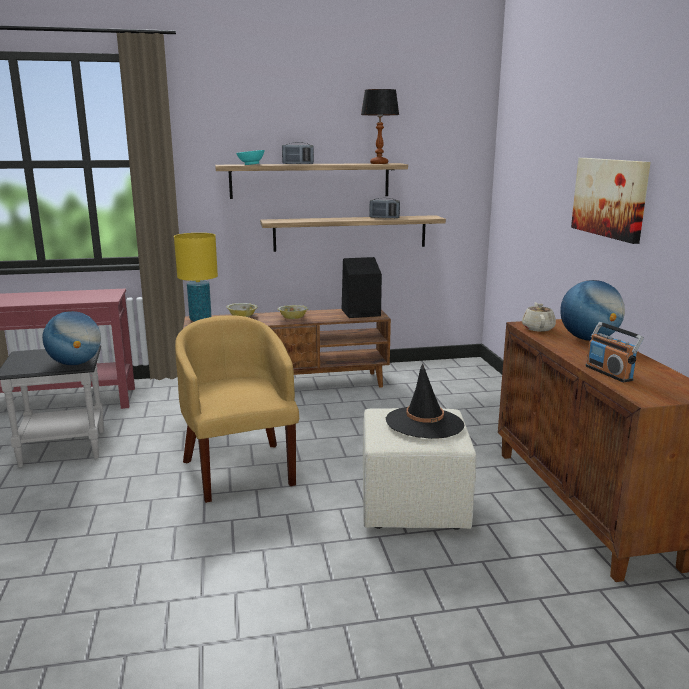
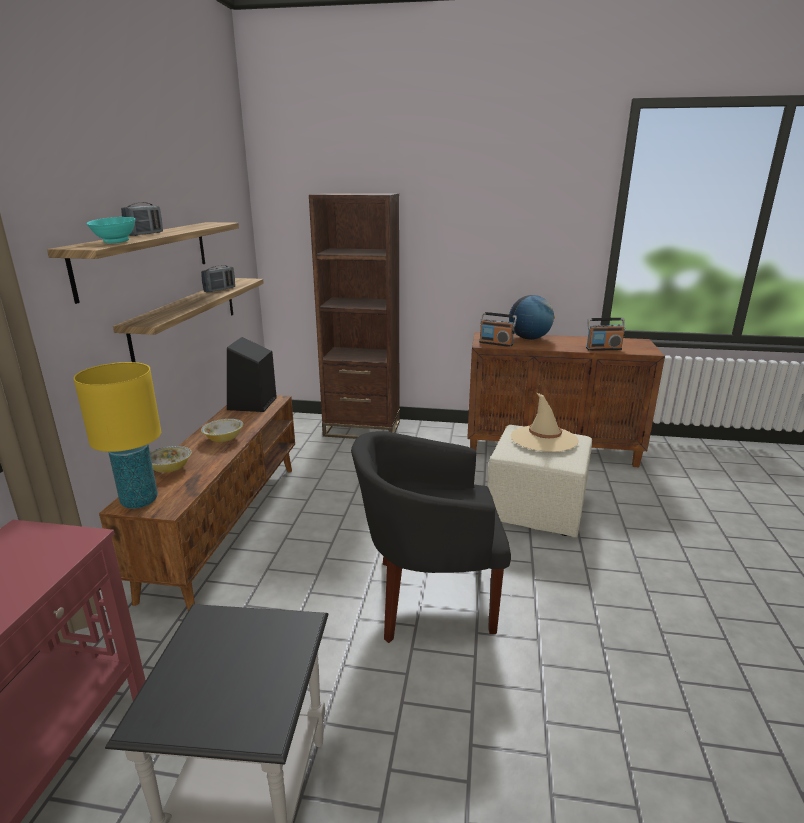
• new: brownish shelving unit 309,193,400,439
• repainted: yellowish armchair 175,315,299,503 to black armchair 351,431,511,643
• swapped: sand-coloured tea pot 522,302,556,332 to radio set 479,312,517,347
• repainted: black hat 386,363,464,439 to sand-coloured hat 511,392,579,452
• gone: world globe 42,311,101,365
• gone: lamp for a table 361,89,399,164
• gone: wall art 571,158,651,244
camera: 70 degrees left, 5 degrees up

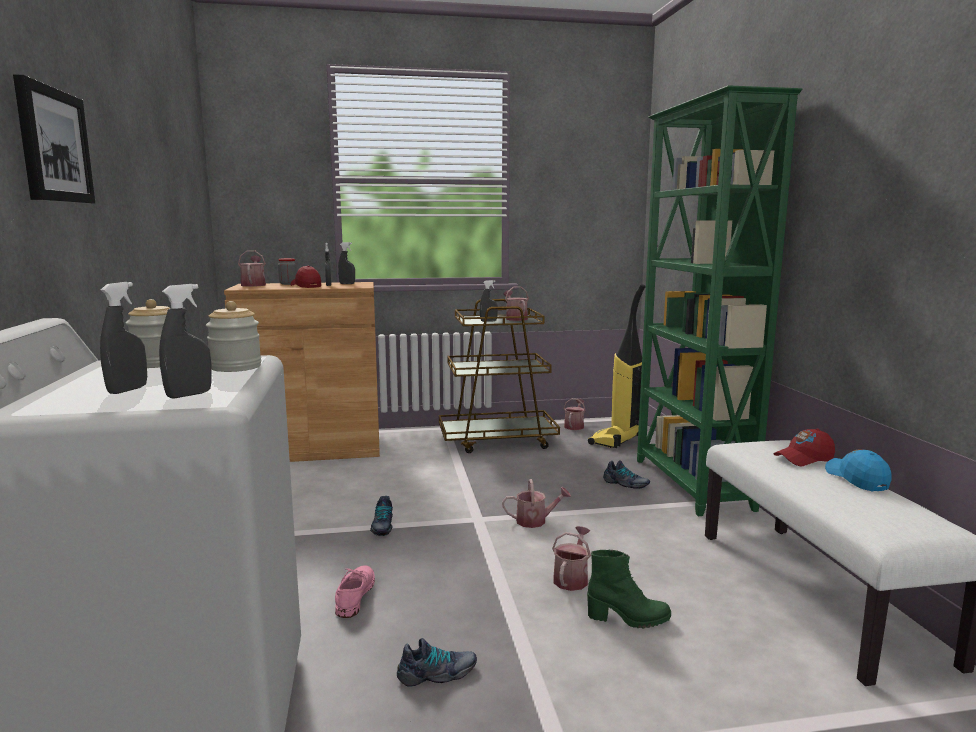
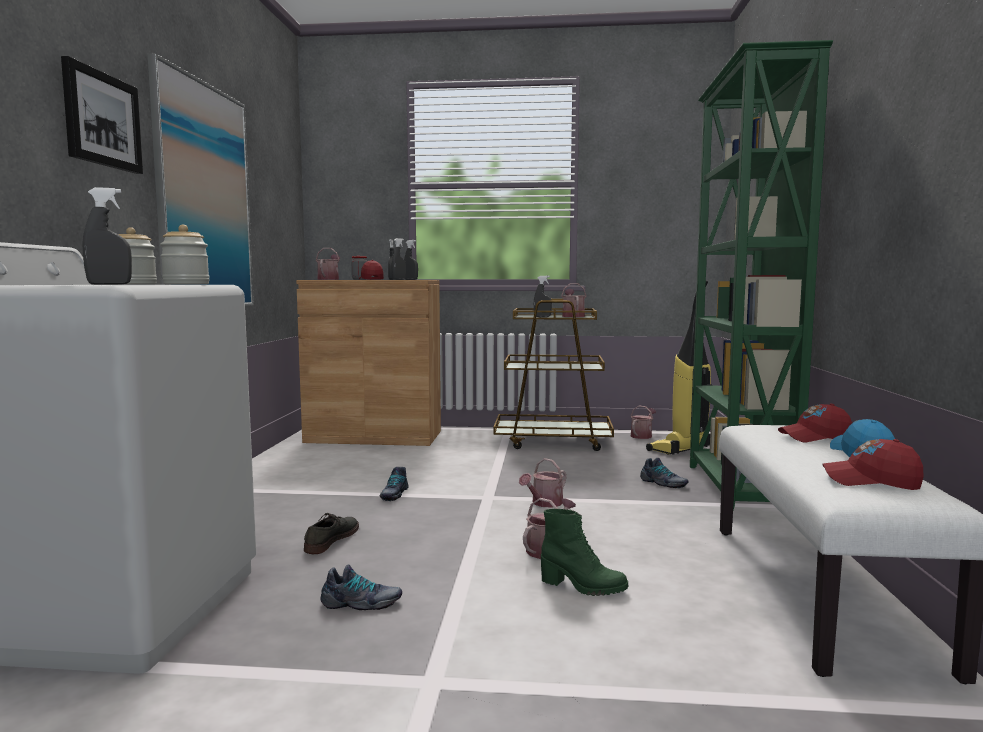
• new: wall art 147,53,254,306
• repainted: pinkish low shoe 335,565,375,618 to greyish low shoe 304,513,359,554
• shifted: greyish hand sprayer 100,282,147,394 to 392,238,406,280
• rotated: watering pot 502,479,571,528 = 519,458,566,508 120 degrees clockwise
• new: red-coloured baseball cap 822,439,923,490
camera: 15 degrees right, 5 degrees down

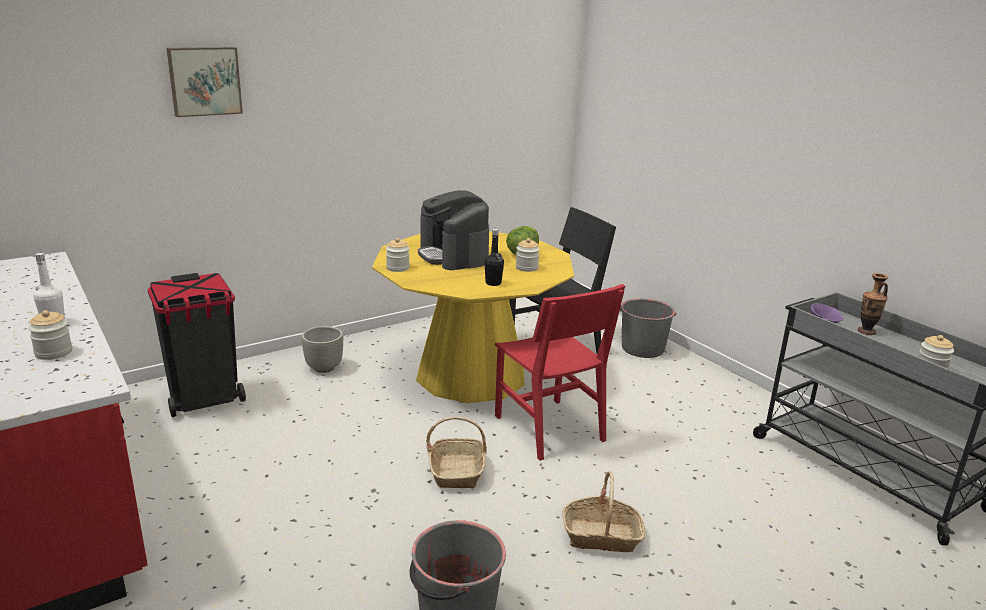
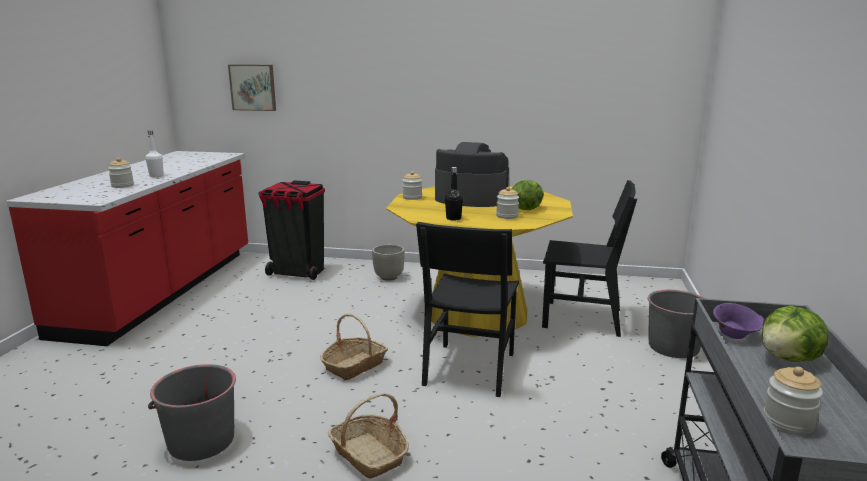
• shifted: wall art 167,47,243,117 to 228,64,276,111
• repainted: red-coloured upright chair 495,284,625,461 to black upright chair 416,222,519,397
• rotated: coffee brewer 418,190,489,270 = 435,142,509,207 90 degrees clockwise
• swapped: flower vase 858,273,888,335 to lettuce head 762,306,829,362
camera: 45 degrees right, 5 degrees down

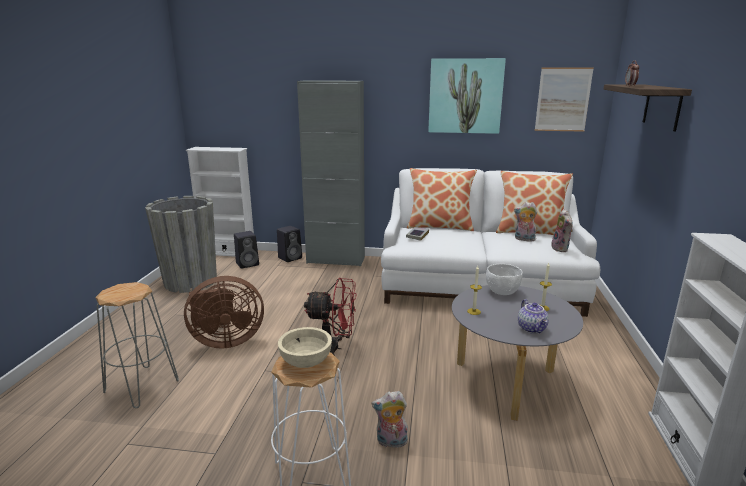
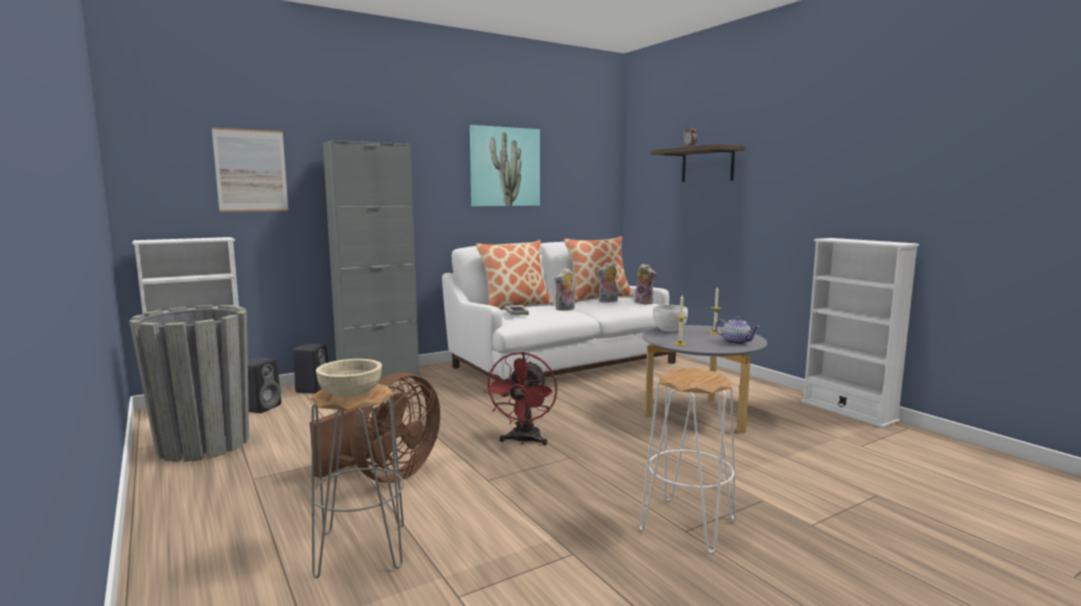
• shifted: wall art 535,67,594,132 to 212,128,289,212
• shifted: sand-coloured serving bowl 278,327,332,368 to 316,359,382,398
• rotated: red-coloured cooling fan 304,277,357,356 = 484,352,557,446 135 degrees clockwise
• shifted: cuddly toy 371,391,408,448 to 554,268,575,311
camera: 40 degrees left, 10 degrees down

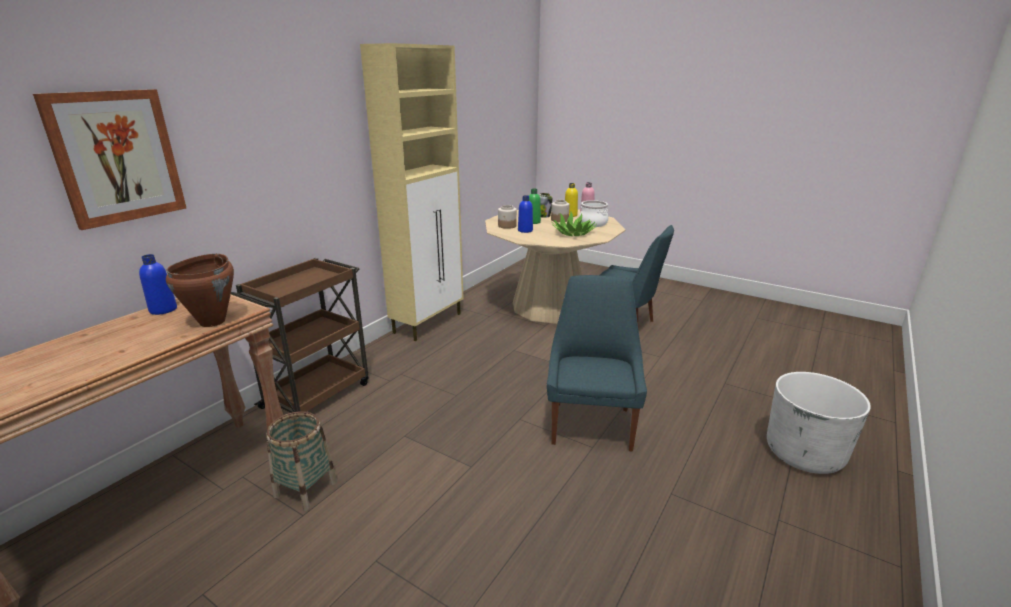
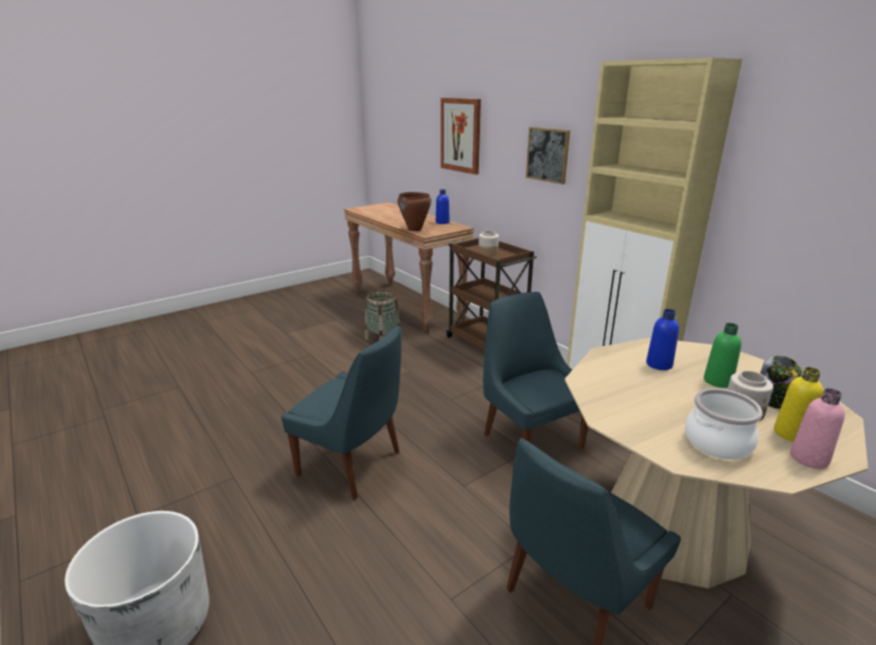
• shifted: storage jar 498,205,517,229 to 478,231,499,256
• new: blue-coloured upright chair 483,292,588,449
• new: wall art 526,127,570,184
• gone: potted plant 552,212,597,236
camera: 110 degrees right, 0 degrees up

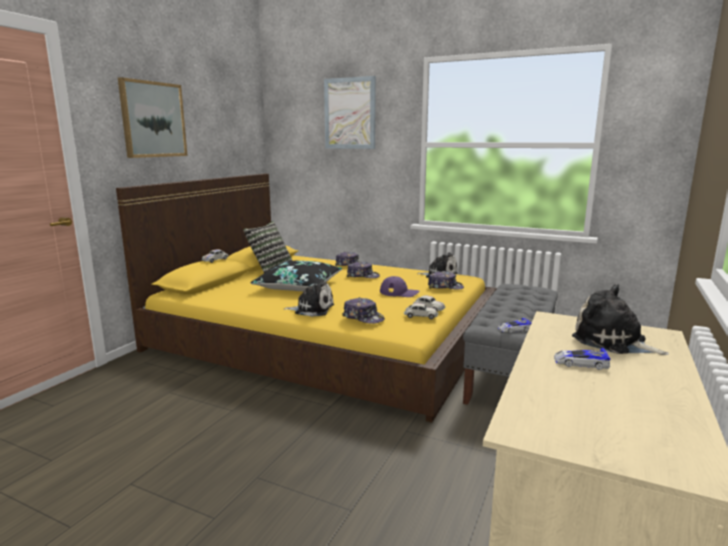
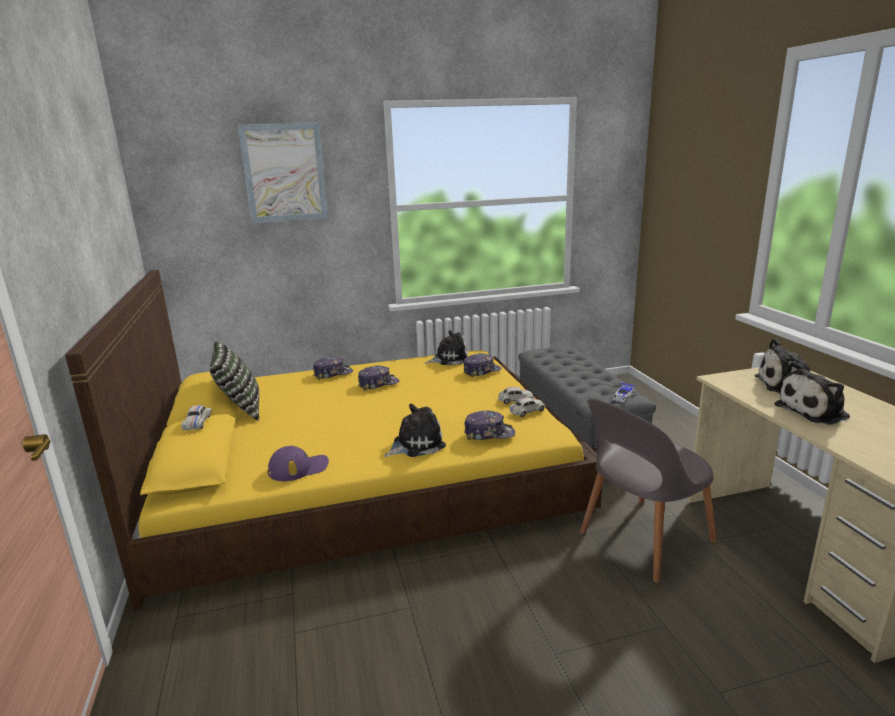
• shifted: purple-coloured baseball cap 380,276,419,297 to 268,446,329,481
• new: greyish upright chair 580,399,717,583
• swapped: model car 554,348,611,370 to cuddly toy 774,361,850,425
• gone: wall art 118,77,188,158
• gone: black throw pillow 251,261,342,292
camera: 40 degrees left, 5 degrees up

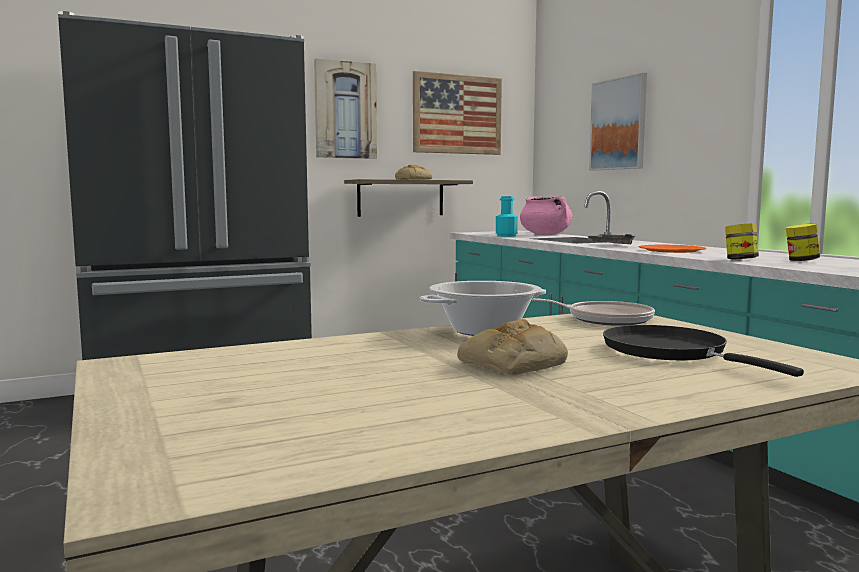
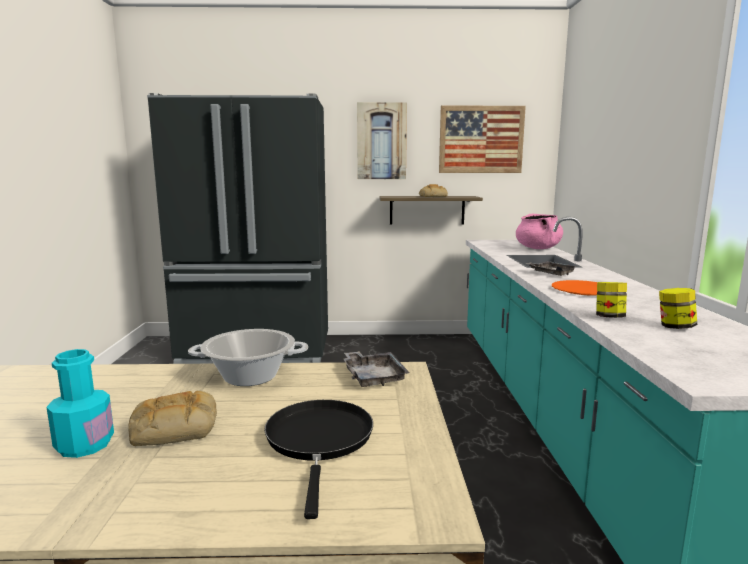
• shifted: turquoise bottle 496,196,518,237 to 46,349,114,458
• swapped: frying pan 532,298,655,326 to greyish tray 343,351,409,387
• gone: wall art 589,73,647,171
camera: 25 degrees right, 5 degrees up

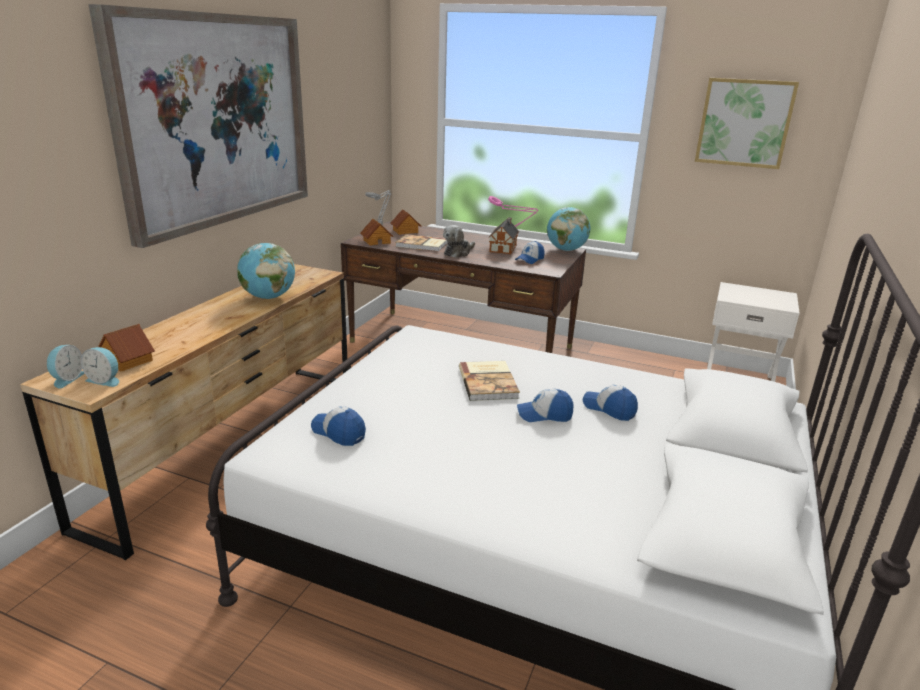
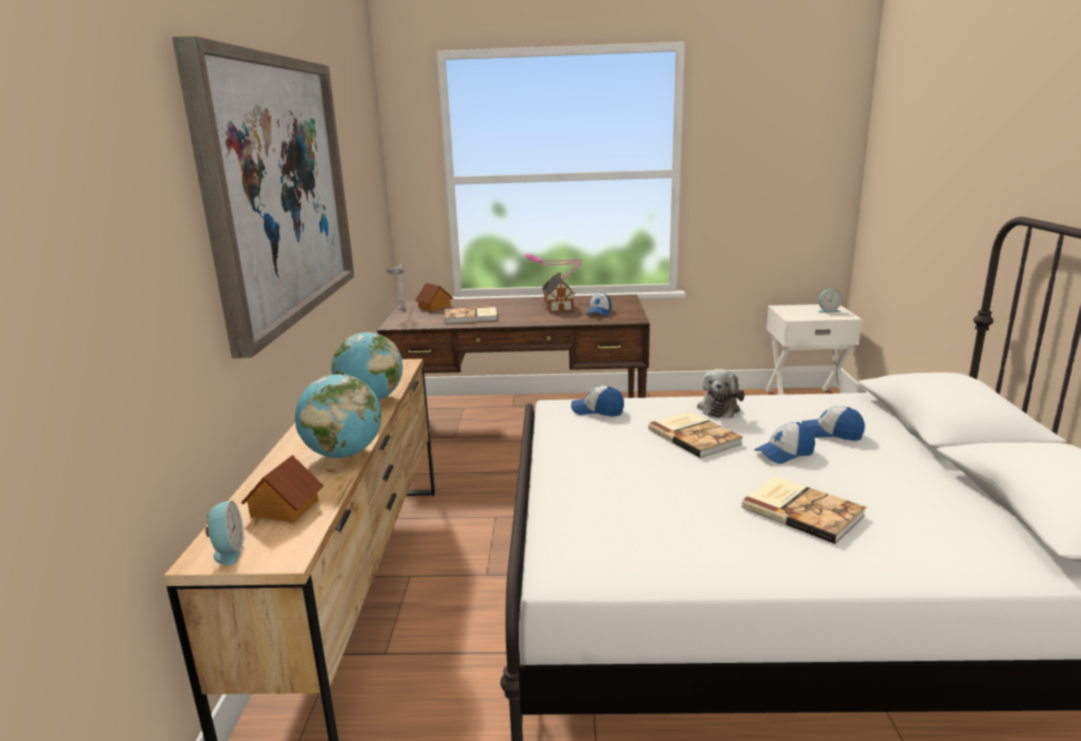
• shifted: world globe 547,207,590,251 to 295,374,381,458
• shifted: baseball cap 311,406,366,446 to 571,386,624,417
• shifted: cuddly toy 443,225,475,258 to 697,369,745,418
• new: book 742,476,866,544
• shifted: table clock 81,347,119,387 to 818,289,842,313
• gone: toy house 360,219,393,246
• gone: wall art 695,78,799,169
camera: 20 degrees left, 5 degrees down

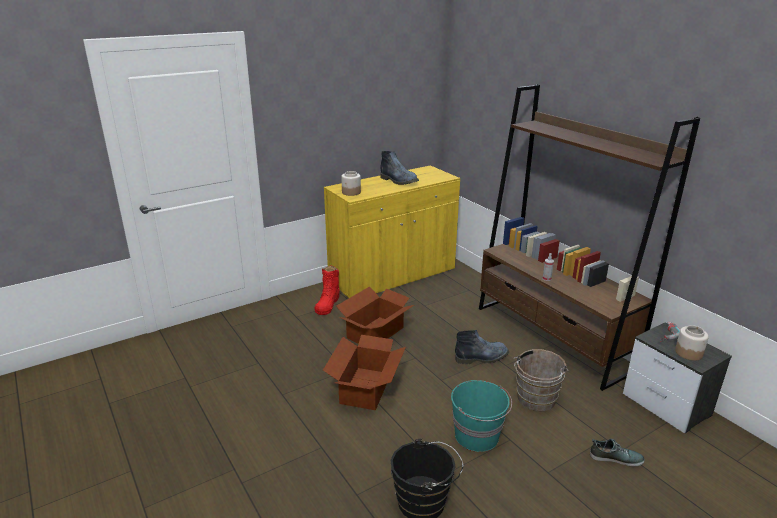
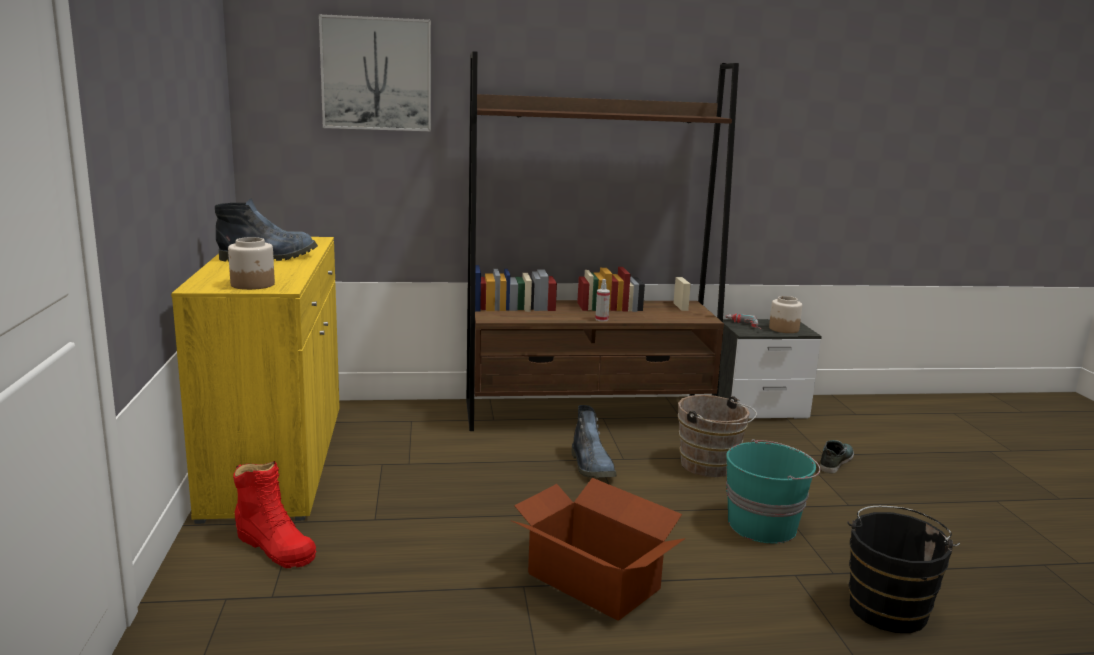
• new: wall art 319,14,431,131
• rotated: tall boot 455,330,509,364 = 571,405,616,478 150 degrees clockwise
• gone: carton 336,286,414,344
camera: 65 degrees left, 10 degrees down

